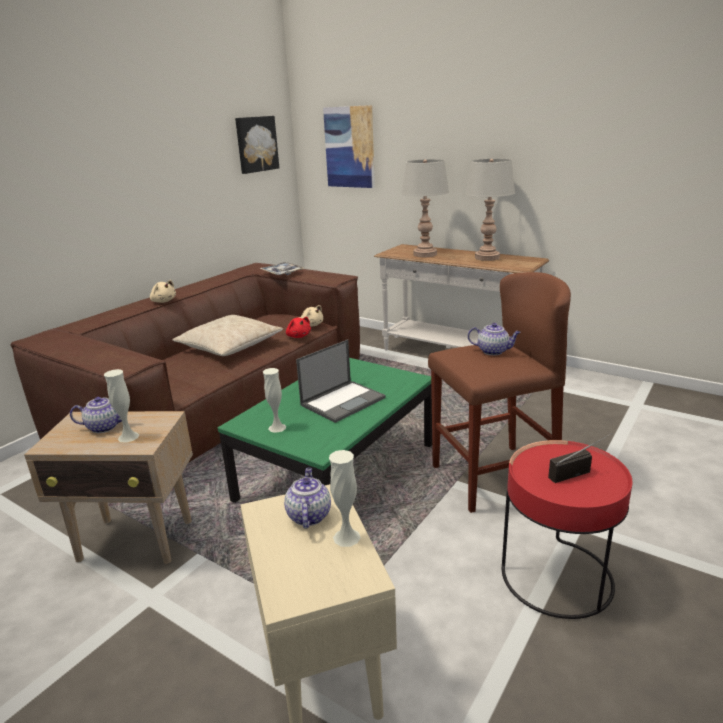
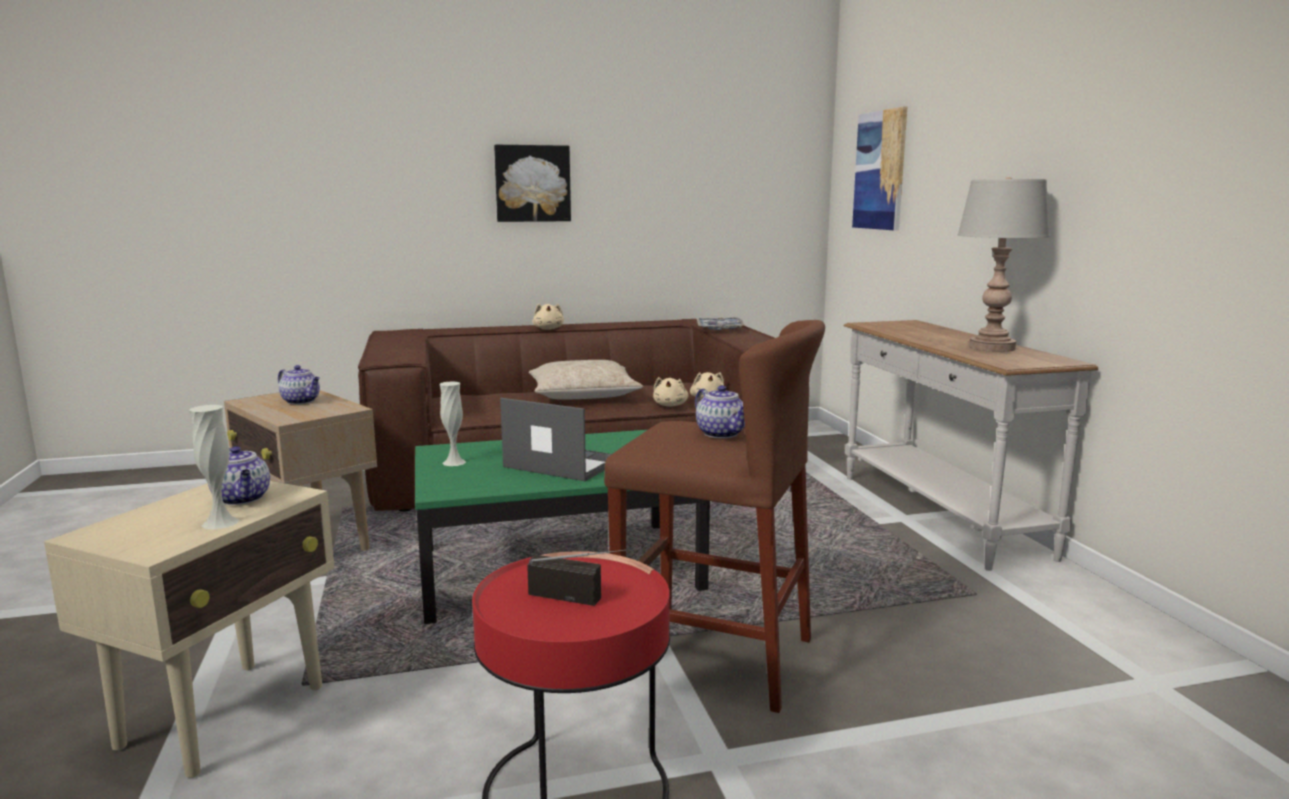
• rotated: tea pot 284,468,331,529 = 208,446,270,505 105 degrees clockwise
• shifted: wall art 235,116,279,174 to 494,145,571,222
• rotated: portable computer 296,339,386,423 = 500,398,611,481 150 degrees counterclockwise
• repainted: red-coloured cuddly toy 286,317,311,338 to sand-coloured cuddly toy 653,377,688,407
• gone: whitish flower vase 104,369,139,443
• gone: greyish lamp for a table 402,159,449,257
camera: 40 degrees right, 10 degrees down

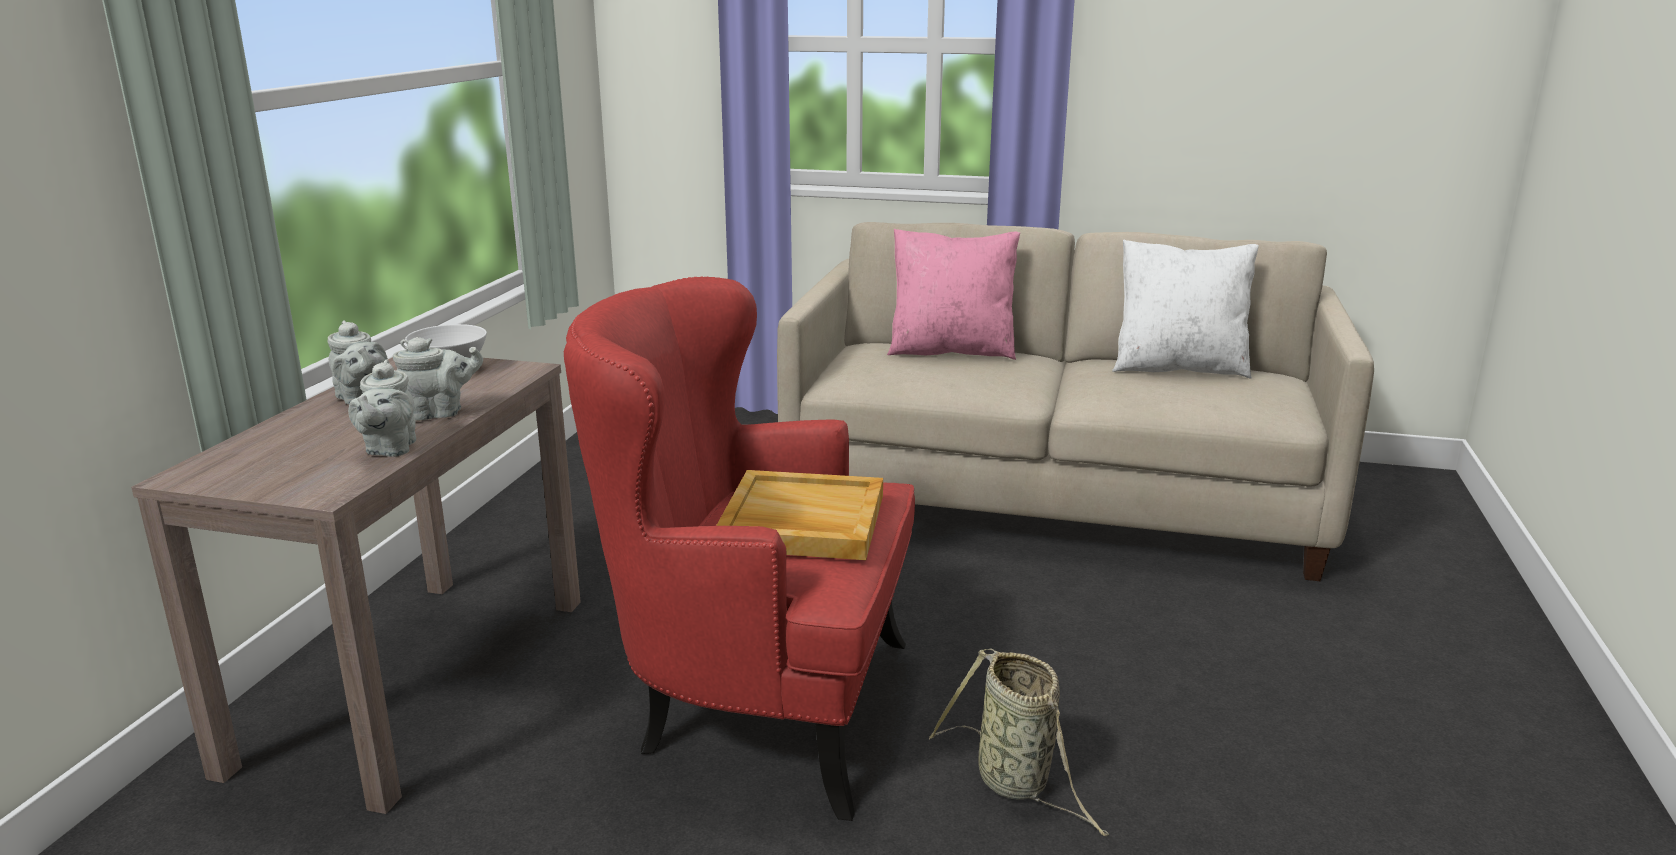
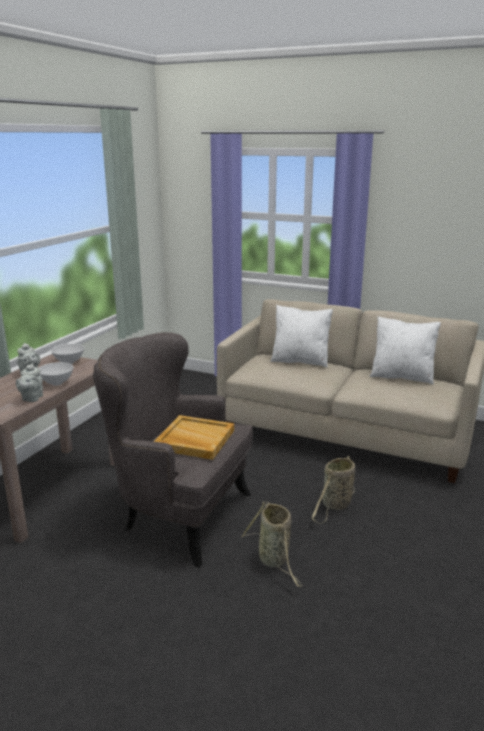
• swapped: greyish tea pot 393,337,483,421 to whitish serving bowl 39,362,74,386
• repainted: red-coloured armchair 564,276,915,821 to greyish armchair 93,332,253,568
• repainted: pinkish throw pillow 887,229,1020,360 to whitish throw pillow 270,305,333,368
• new: basket 312,456,355,524
camera: 10 degrees right, 0 degrees up

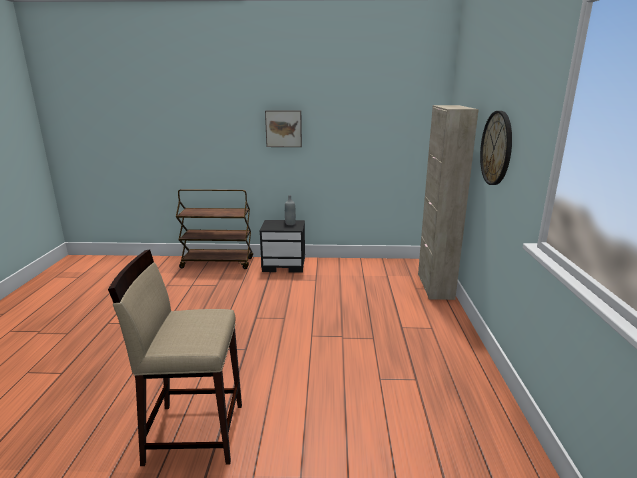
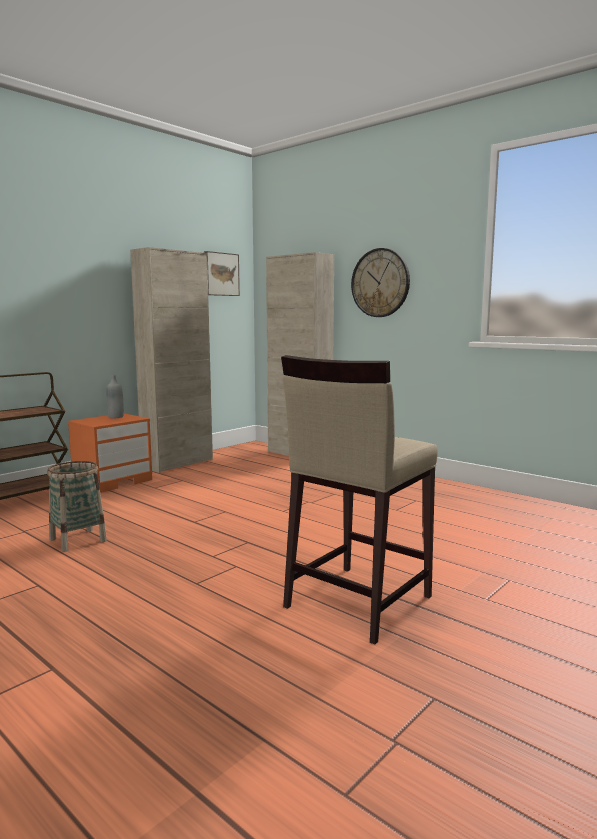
• new: basket 47,461,107,552
• repainted: black nightstand 260,220,305,273 to orange-coloured nightstand 68,413,152,493
• new: sand-coloured storage cabinet 130,247,213,473
• shifted: wall art 265,110,302,147 to 204,251,240,296
camera: 50 degrees left, 10 degrees down

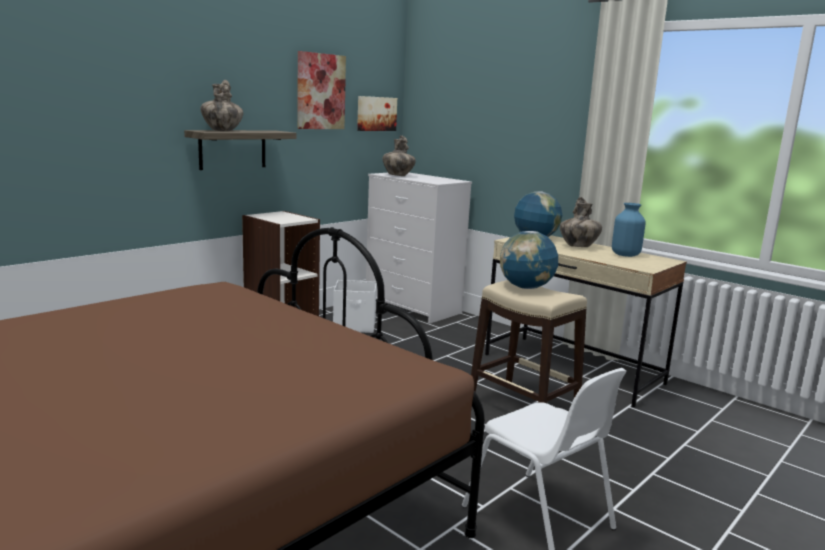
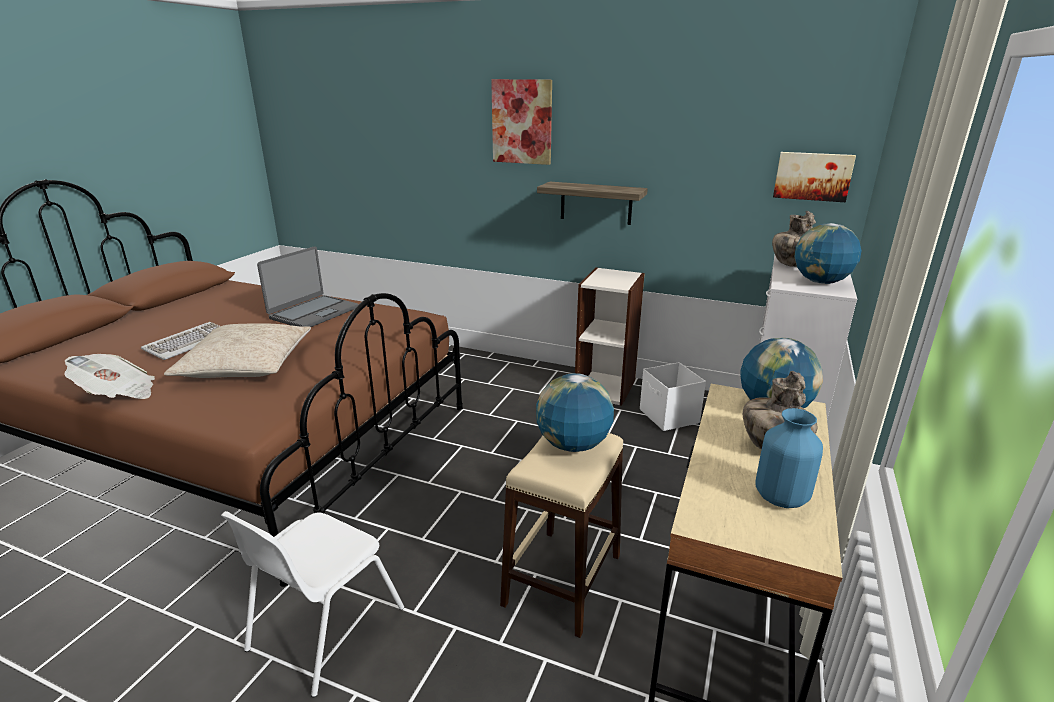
• new: newspaper 64,354,155,399
• new: PC keyboard 141,322,220,360
• new: sand-coloured throw pillow 164,323,311,378
• new: portable computer 257,246,359,327
• shifted: wall art 298,51,346,129 to 491,79,552,165
• new: world globe 794,223,862,284
• gone: flower vase 200,80,243,131
camera: 70 degrees right, 10 degrees up

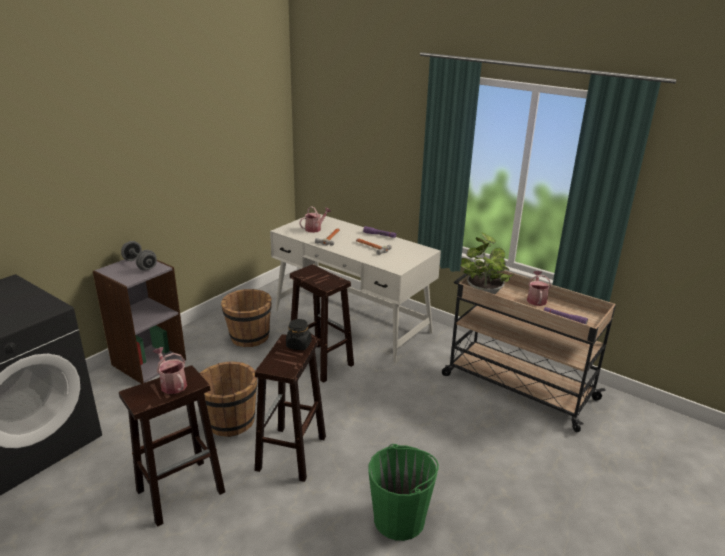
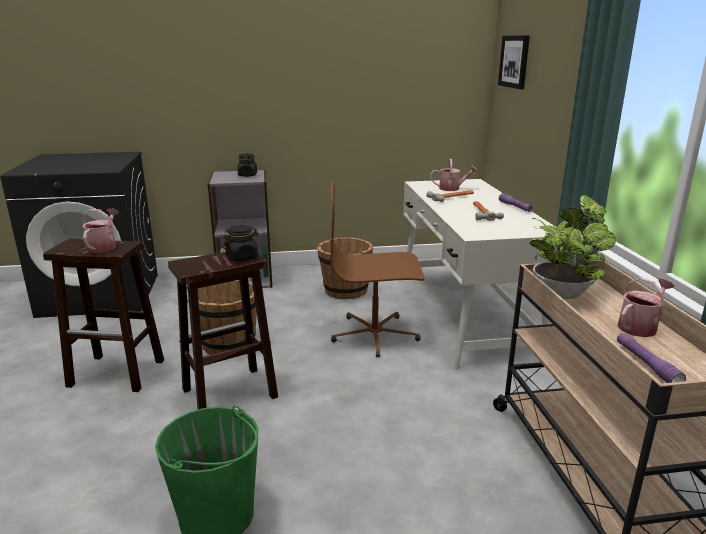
• swapped: greyish free weight 121,241,157,271 to black storage jar 237,153,257,177
• swapped: brownish stool 290,264,354,383 to brownish computer chair 331,181,424,358
• new: wall art 498,35,530,89
camera: 45 degrees right, 5 degrees down

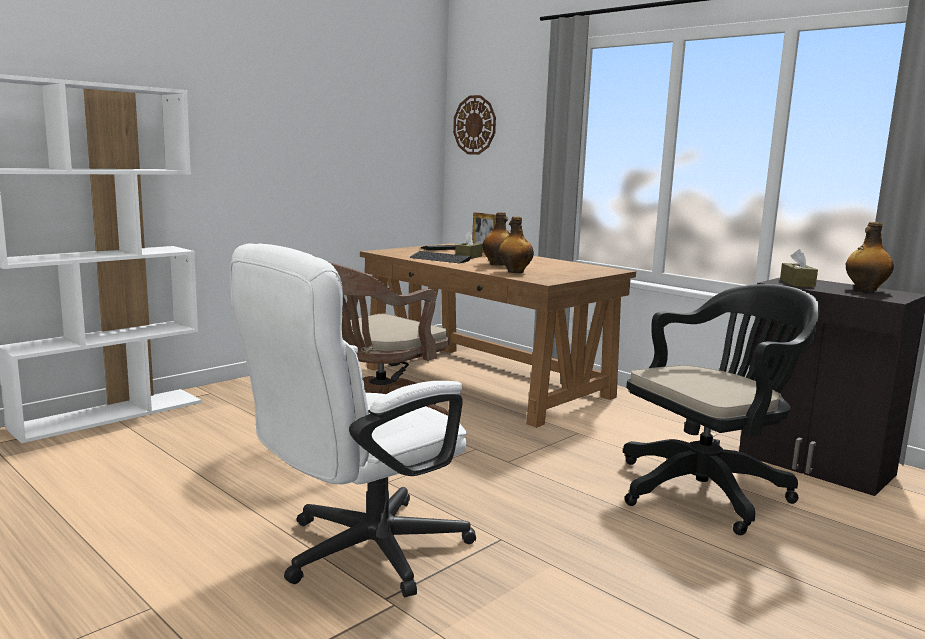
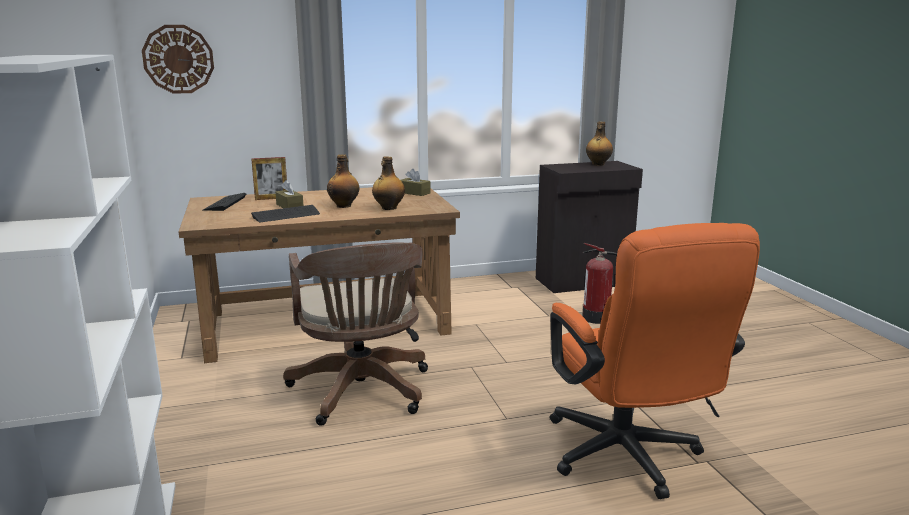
• shifted: brownish box of tissues 780,249,818,287 to 401,169,431,196
• repainted: whitish computer chair 229,243,476,597 to orange-coloured computer chair 550,223,760,499
• swapped: black computer chair 623,284,820,535 to extinguisher 582,243,617,324
camera: 60 degrees left, 5 degrees up

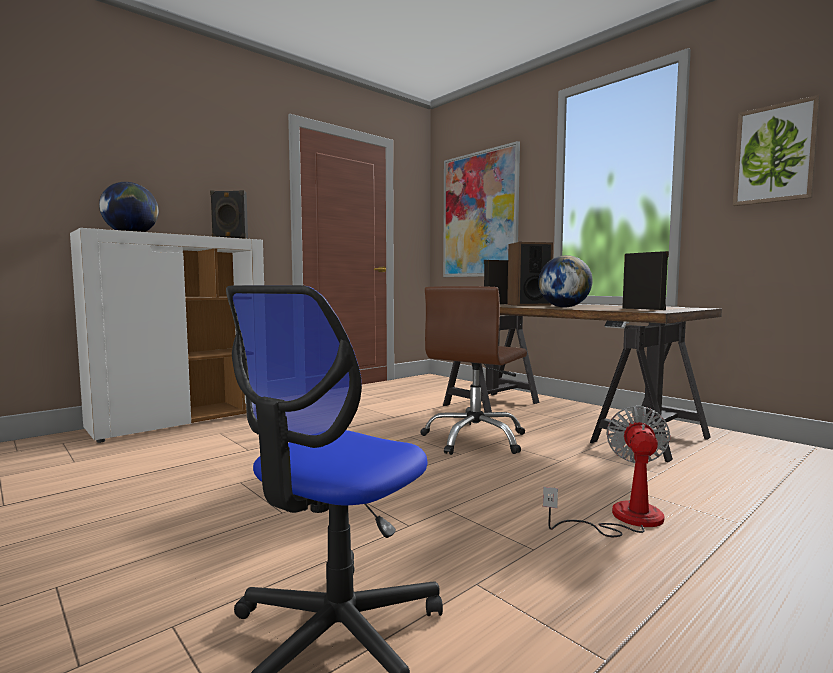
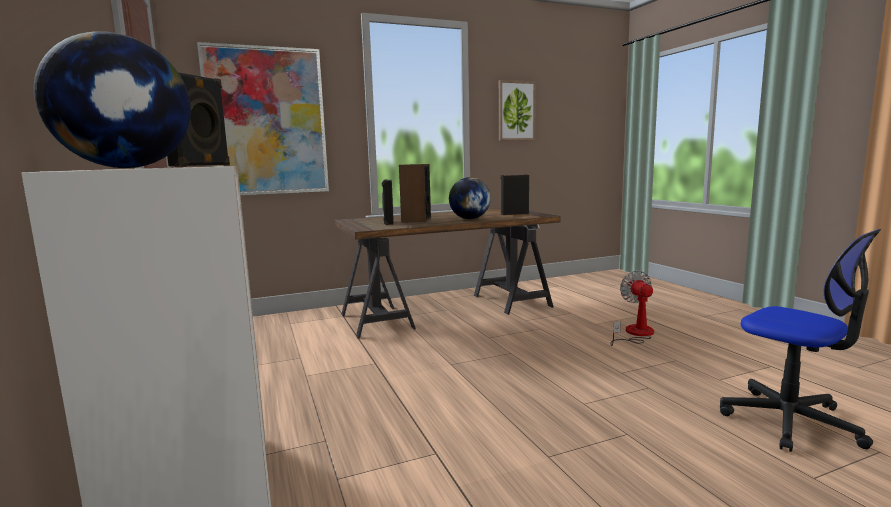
• rotated: cooling fan 543,406,670,537 = 610,271,654,346 45 degrees clockwise
• gone: brownish computer chair 420,286,527,455
camera: 70 degrees left, 5 degrees up

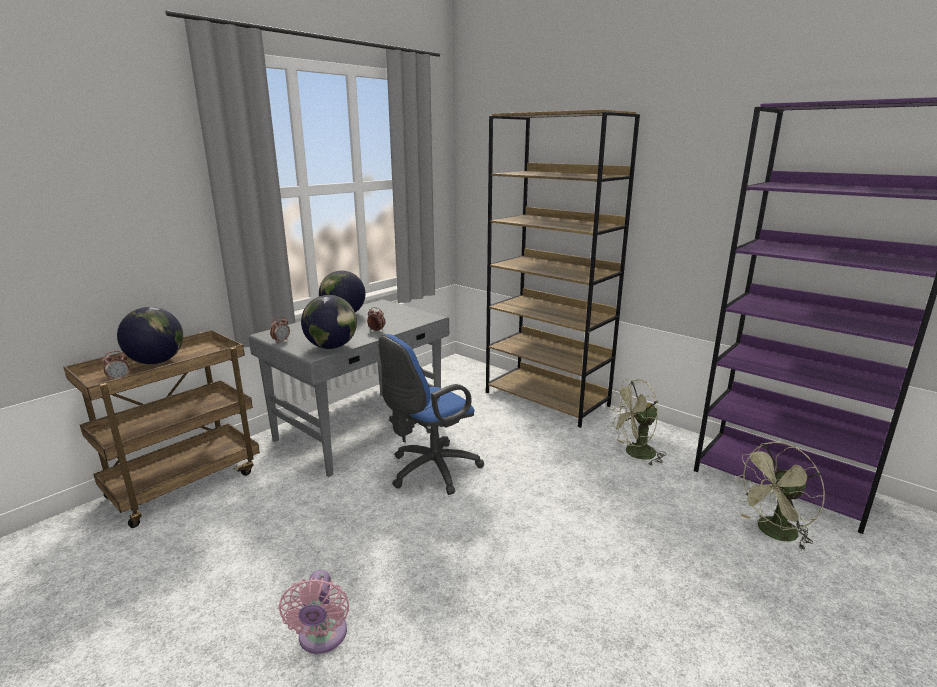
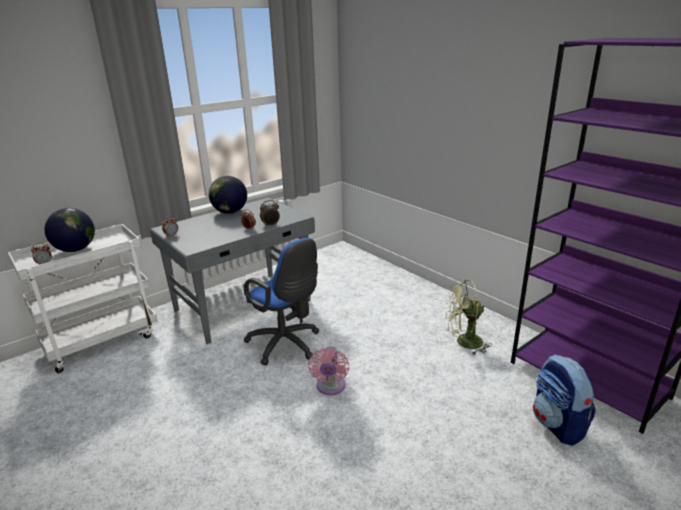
• repainted: brownish trolley 64,330,260,528 to whitish trolley 8,224,158,373
• rotated: blue-coloured computer chair 378,334,484,495 = 244,238,319,365 105 degrees counterclockwise
• new: table clock 260,200,280,227
• shifted: pinkish cooling fan 279,570,349,654 to 308,346,350,395
• swapped: greenish cooling fan 735,442,825,551 to rucksack 533,354,596,446
• gone: world globe 301,295,357,349
• gone: brownish shelving unit 486,110,640,428
camera: 10 degrees right, 5 degrees up

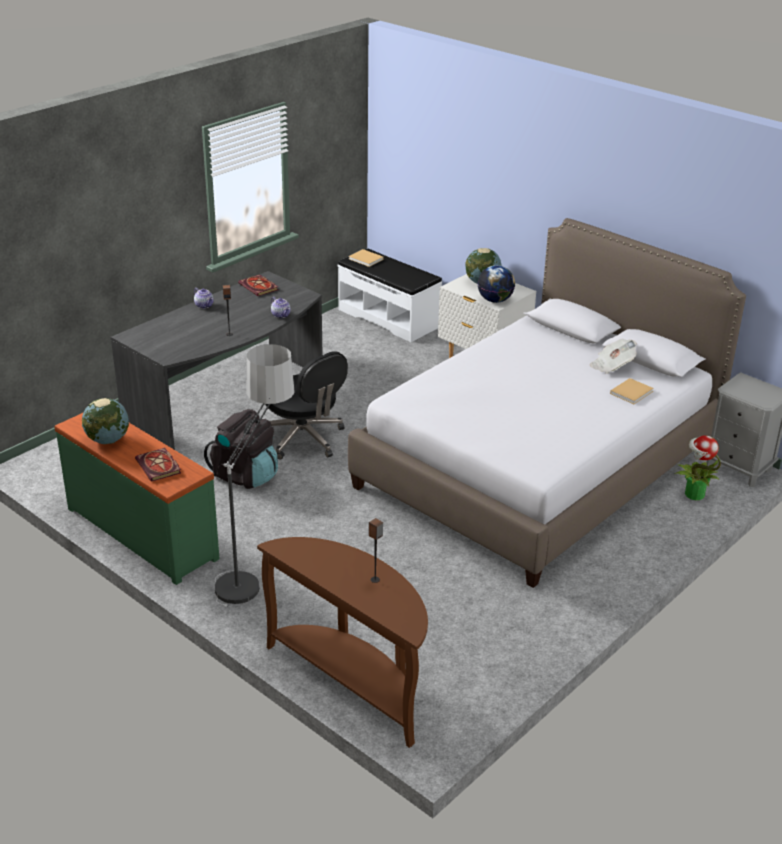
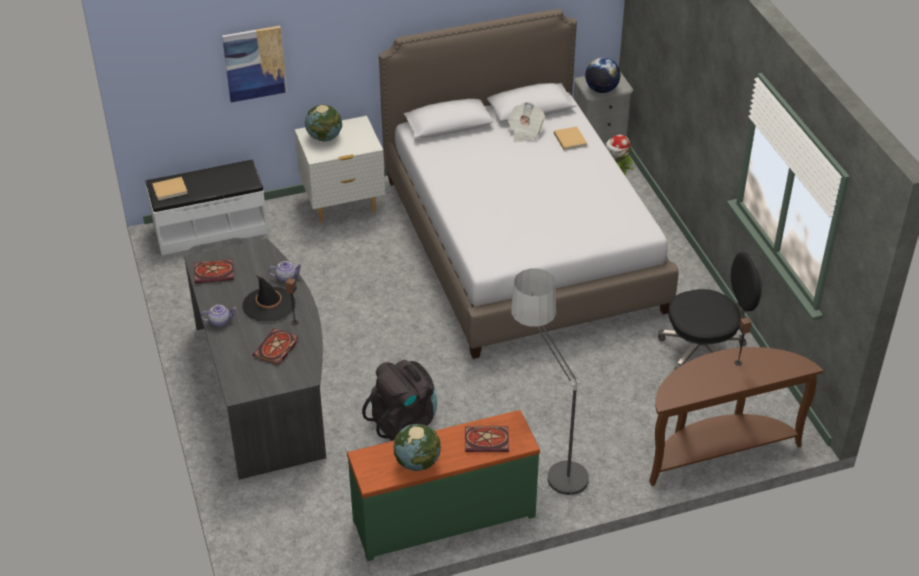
• new: wall art 222,26,287,102
• new: black hat 242,275,296,321
• new: book 253,328,299,365
• shifted: world globe 478,265,515,303 to 585,57,621,93
• shifted: black computer chair 265,351,348,459 to 658,252,762,370
camera: 60 degrees left, 10 degrees up

